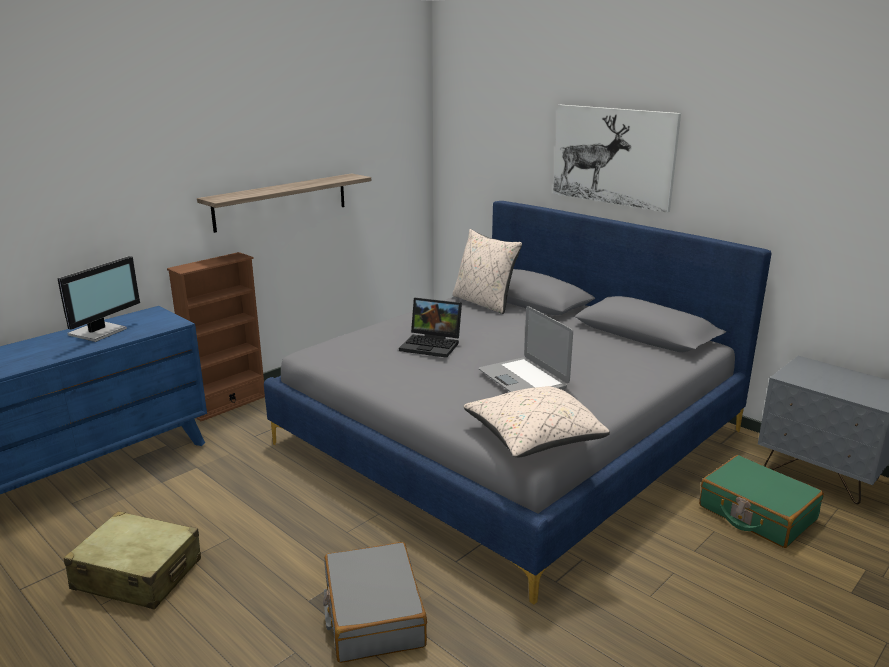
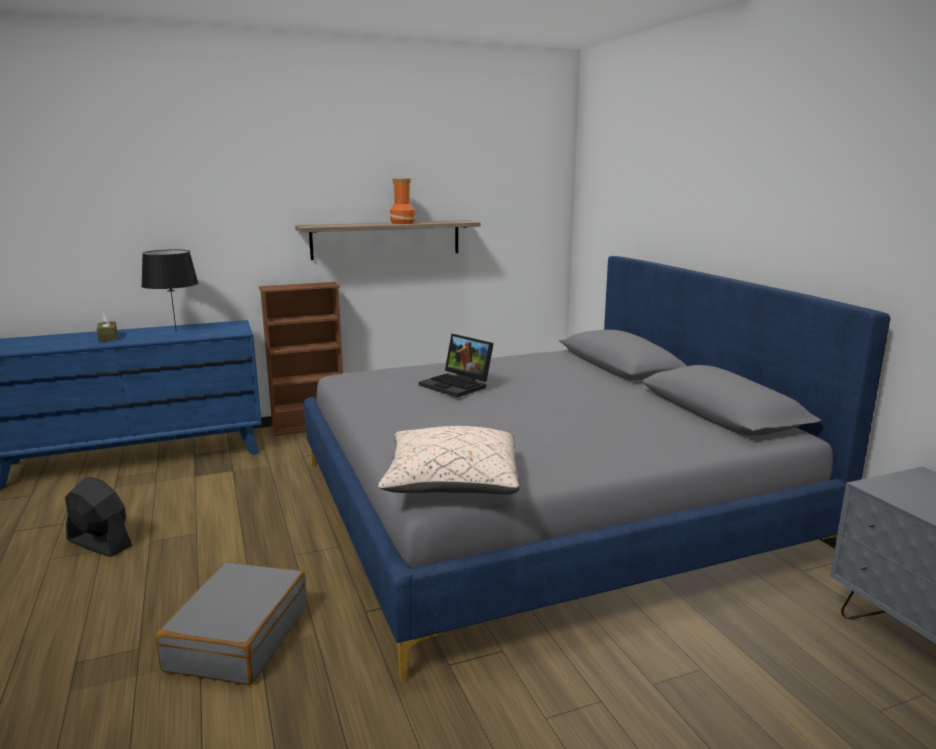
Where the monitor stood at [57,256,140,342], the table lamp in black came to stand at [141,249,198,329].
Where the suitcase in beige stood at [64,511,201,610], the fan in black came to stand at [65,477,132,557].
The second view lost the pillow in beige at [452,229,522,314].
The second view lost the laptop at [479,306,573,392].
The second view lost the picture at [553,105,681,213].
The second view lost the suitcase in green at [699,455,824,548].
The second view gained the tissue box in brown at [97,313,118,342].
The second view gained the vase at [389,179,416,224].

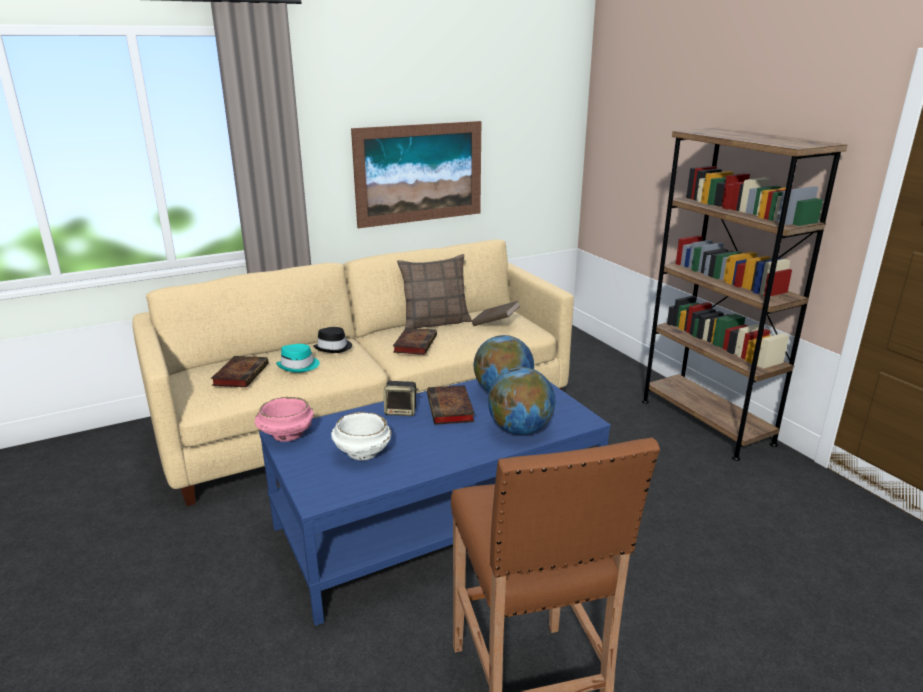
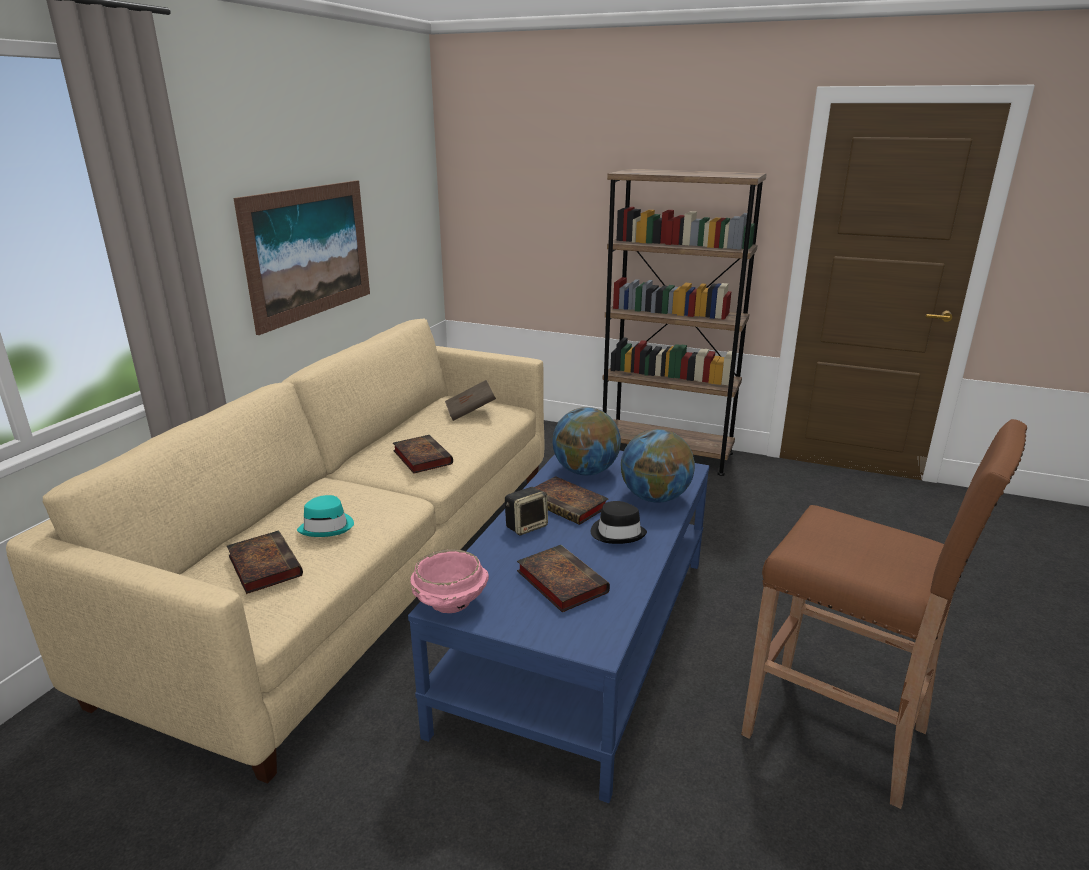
The hat in black ended up elsewhere, having gone from [313,327,352,353] to [591,501,647,544].
Where the bowl in white stood at [331,412,392,460], the book came to stand at [517,545,610,612].
The second view lost the pillow at [397,254,472,328].

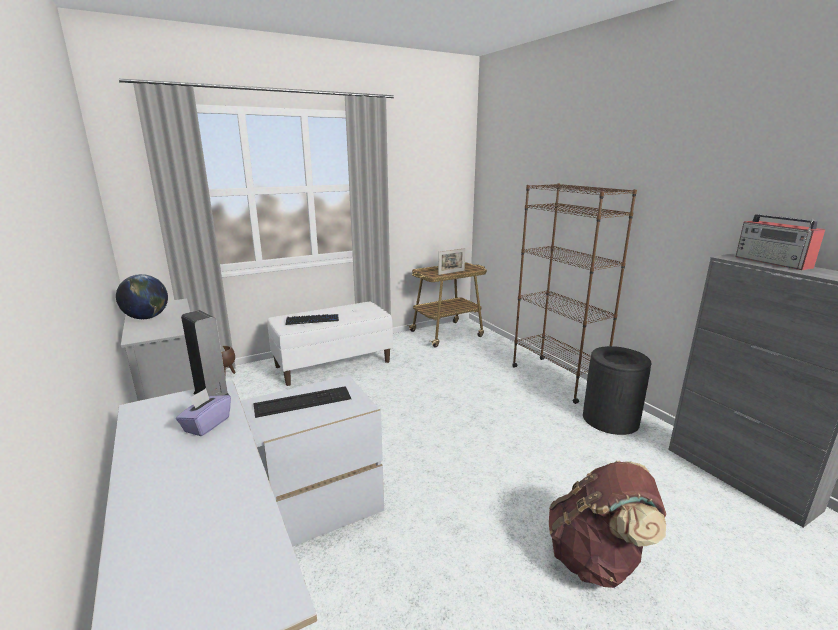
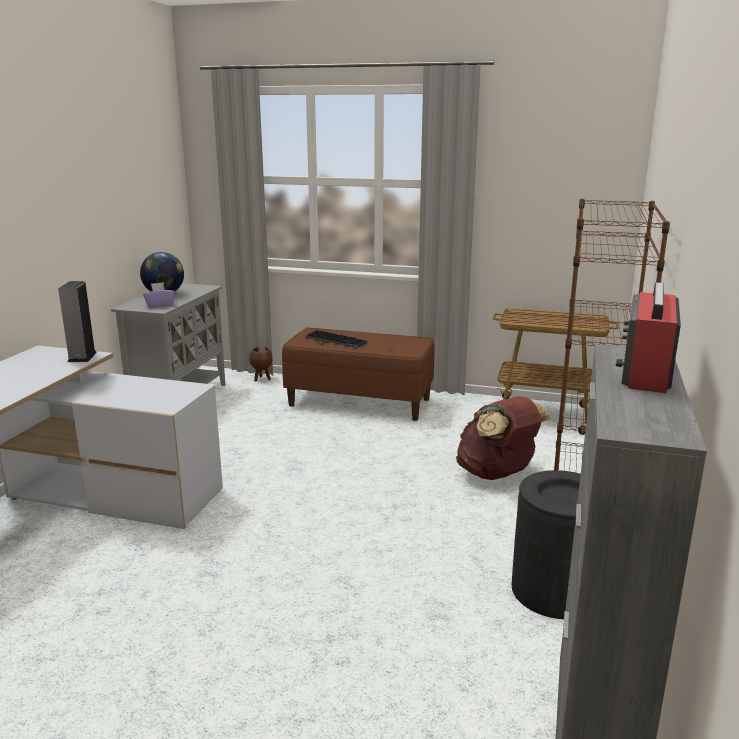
The tissue box in purple ended up elsewhere, having gone from [176,388,231,436] to [143,282,175,308].
The second view lost the keyboard at [253,386,351,418].
What was the bench in white at [267,301,393,386] turned into the bench in brown at [282,328,435,421].
The second view lost the picture frame at [438,248,465,275].
The backpack in brown ended up elsewhere, having gone from [549,461,666,588] to [456,396,552,480].

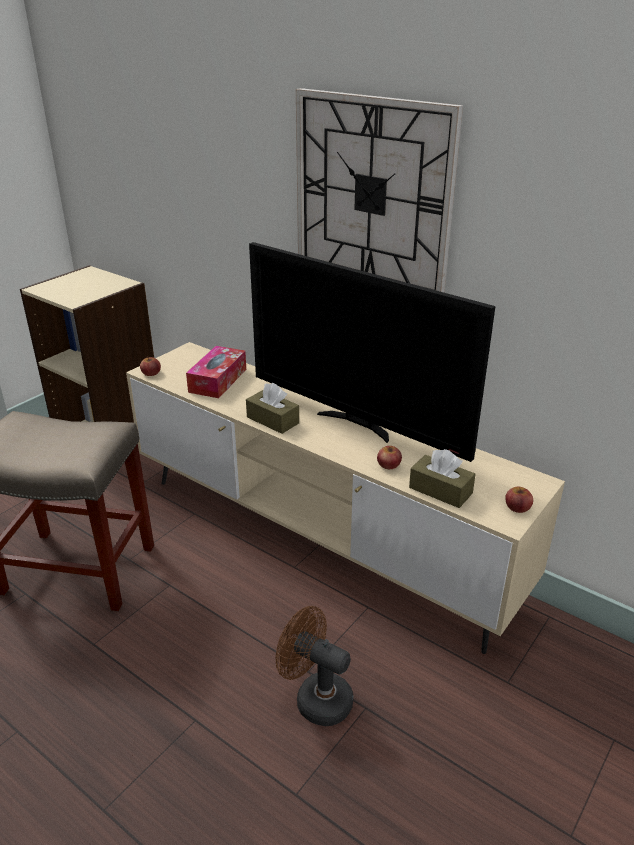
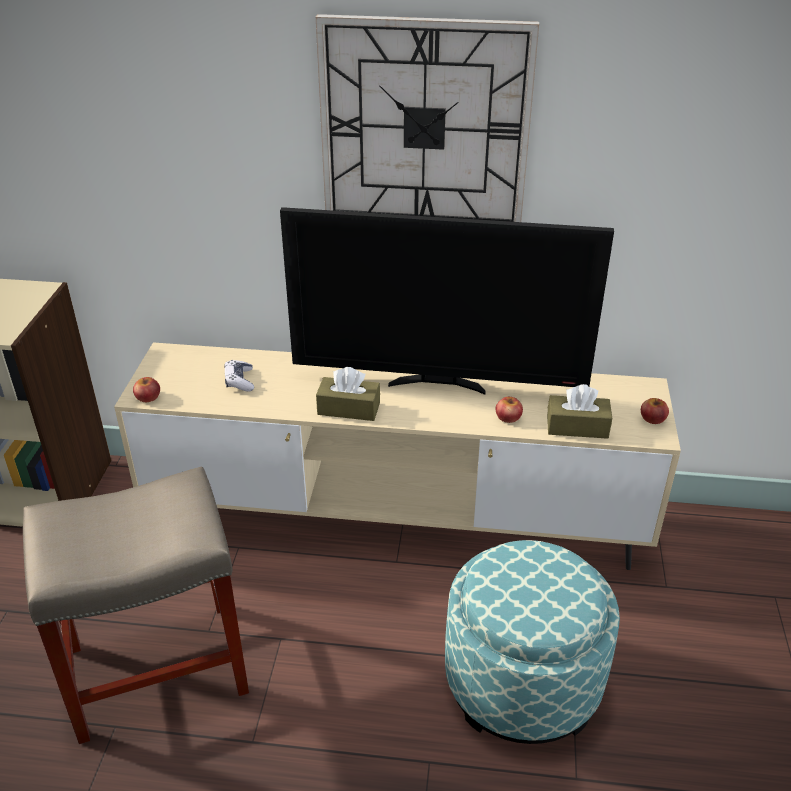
Where the tissue box stood at [186,346,246,398], the game controller came to stand at [224,360,254,392].
Where the fan in brown stood at [275,606,353,726], the ottoman came to stand at [445,540,620,744].

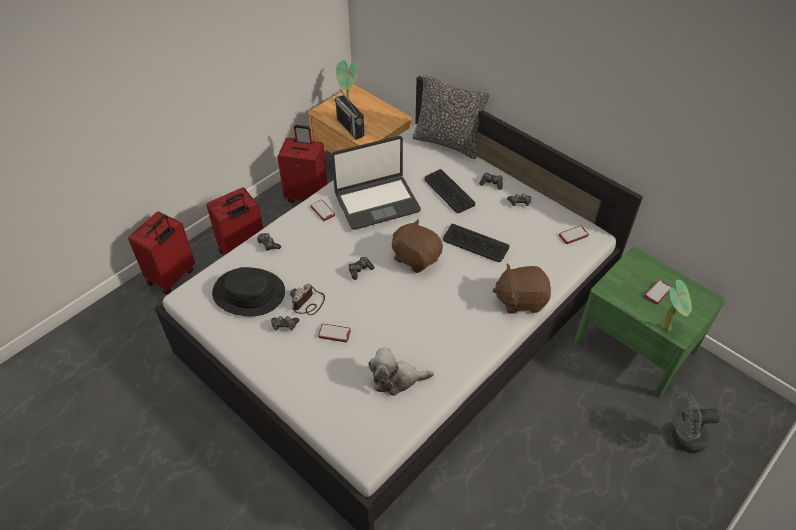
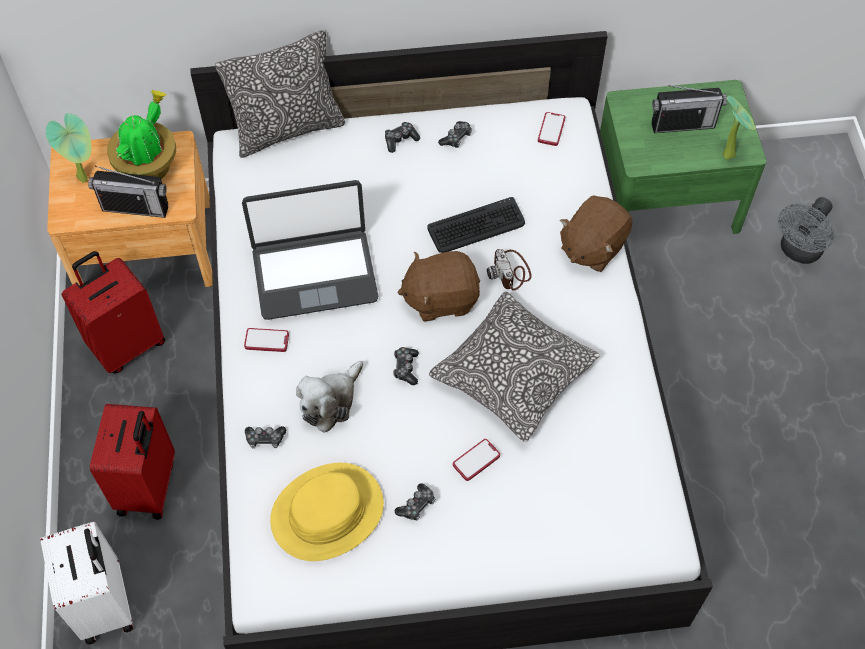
What was the suitcase in red at [128,211,195,295] turned into the suitcase in white at [41,521,133,644].
What was the hat in black at [212,267,285,316] turned into the hat in yellow at [270,463,384,561].
The photo camera ended up elsewhere, having gone from [290,284,325,315] to [487,249,532,291].
The laptop at [331,136,421,230] ended up facing another way, 60 degrees clockwise from before.
The plush toy ended up elsewhere, having gone from [368,348,434,396] to [296,361,363,433].
The second view lost the keyboard at [424,169,475,213].
Where the phone stood at [644,280,671,304], the radio came to stand at [652,85,727,133].
The second view gained the potted plant at [107,90,176,179].
The second view gained the pillow at [429,291,600,442].

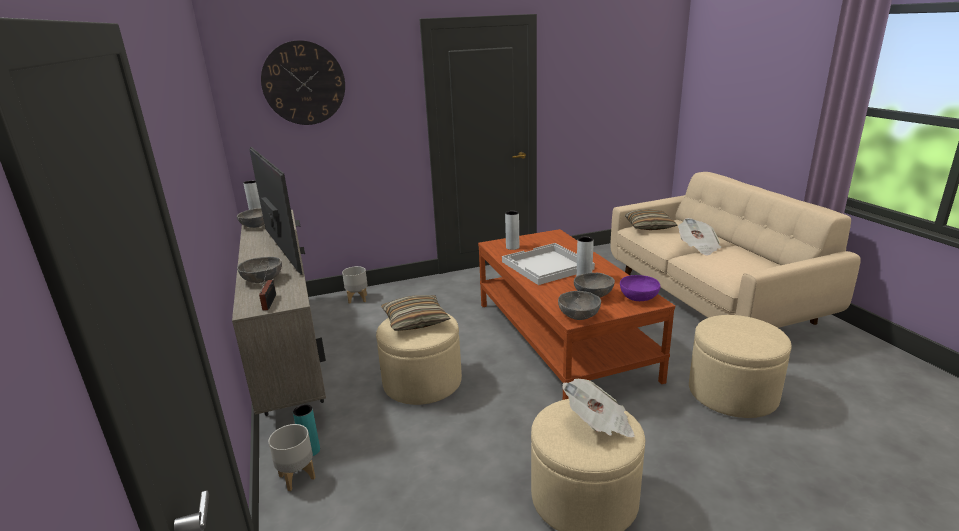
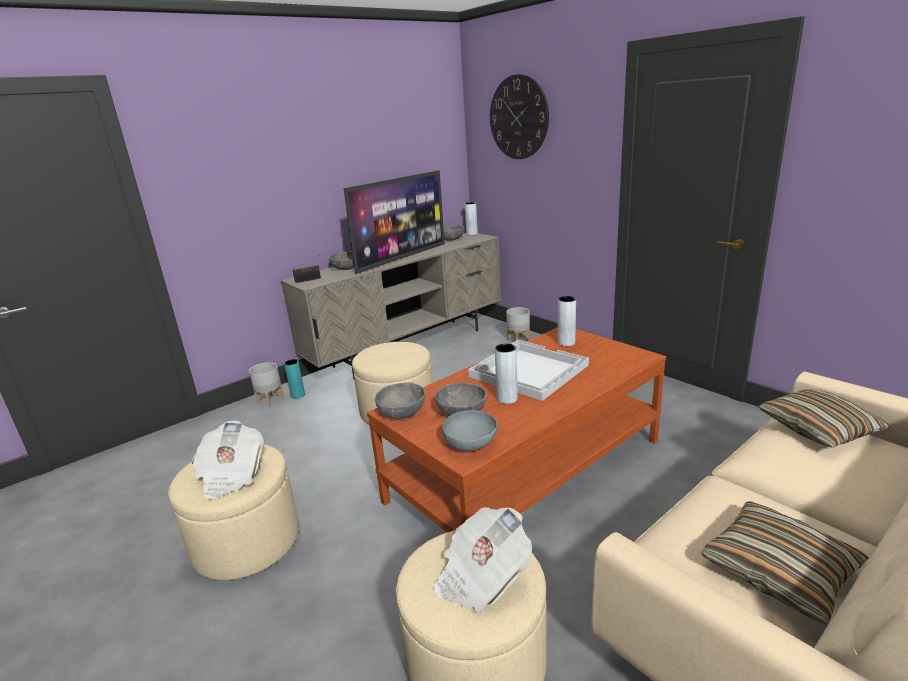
The pillow ended up elsewhere, having gone from [381,295,451,331] to [701,501,869,626].
What was the bowl in purple at [620,275,661,301] turned into the bowl in grey at [442,410,498,452].
The newspaper ended up elsewhere, having gone from [678,218,721,256] to [433,507,532,614].

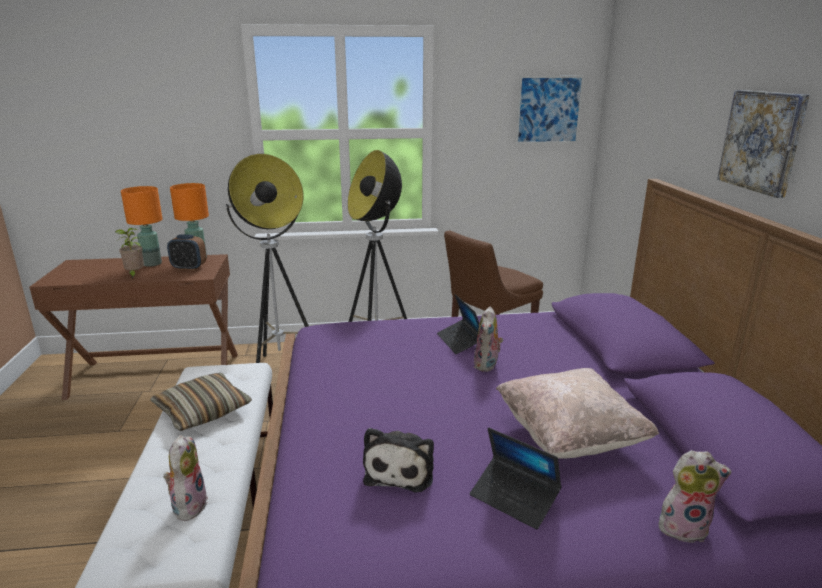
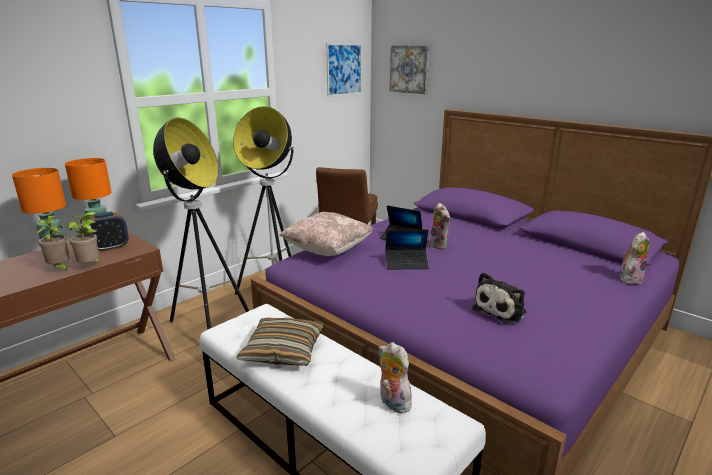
The plush toy at [363,428,434,493] ended up facing another way, 75 degrees clockwise from before.
The laptop ended up elsewhere, having gone from [470,428,562,529] to [385,230,429,270].
The pillow in beige ended up elsewhere, having gone from [496,368,659,459] to [279,212,373,256].
The picture ended up elsewhere, having gone from [717,90,810,198] to [390,46,429,94].
The second view gained the potted plant at [67,212,102,263].

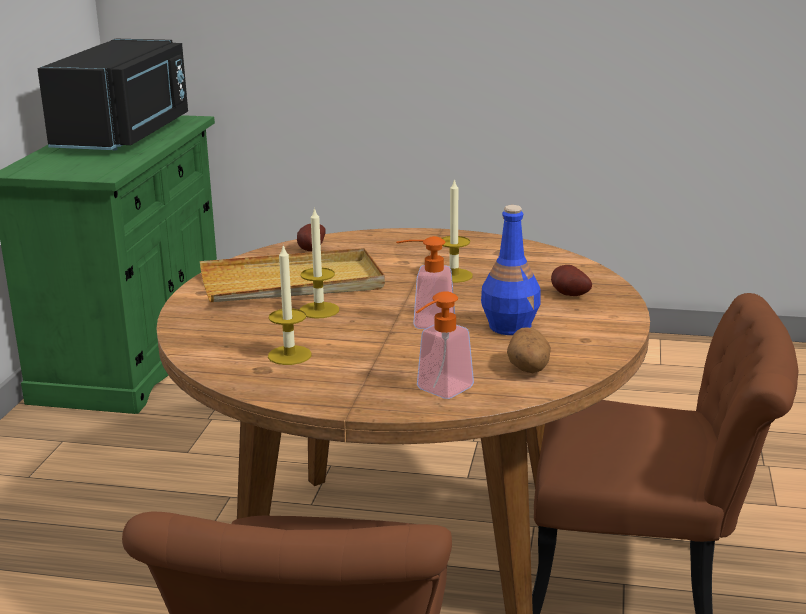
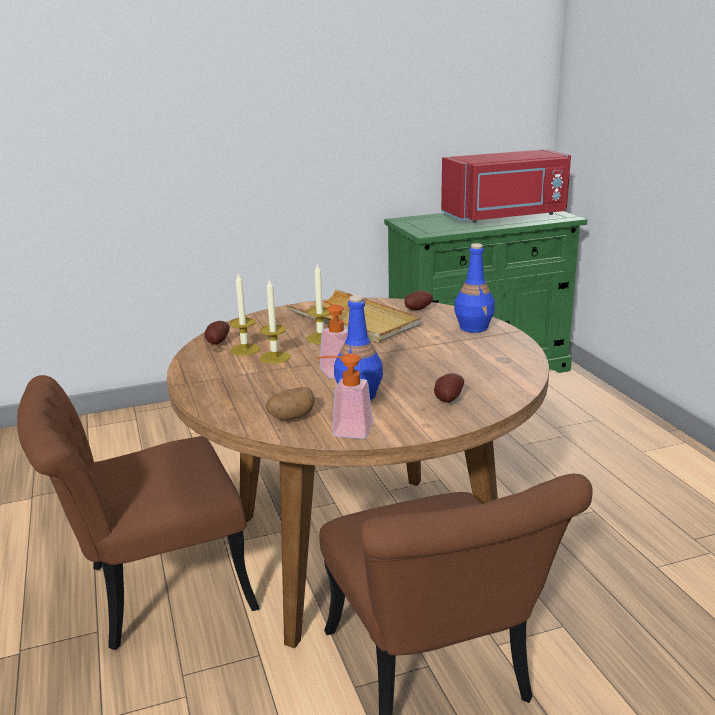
What was the microwave in black at [38,39,188,150] turned into the microwave in red at [441,149,571,223].
The soap dispenser ended up elsewhere, having gone from [416,291,474,399] to [317,353,373,439].
The candle ended up elsewhere, having gone from [442,178,473,283] to [260,278,290,364].
The second view gained the potato at [204,321,230,345].
The second view gained the bottle in blue at [454,243,495,333].

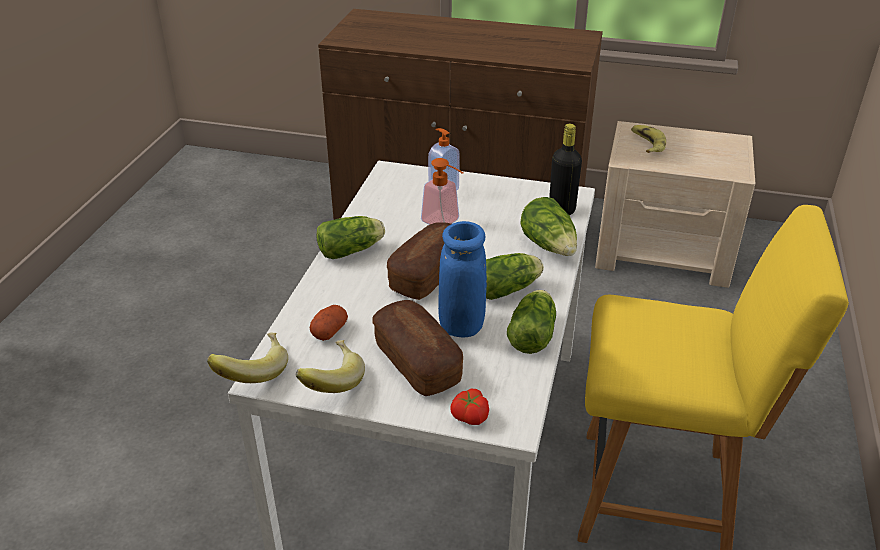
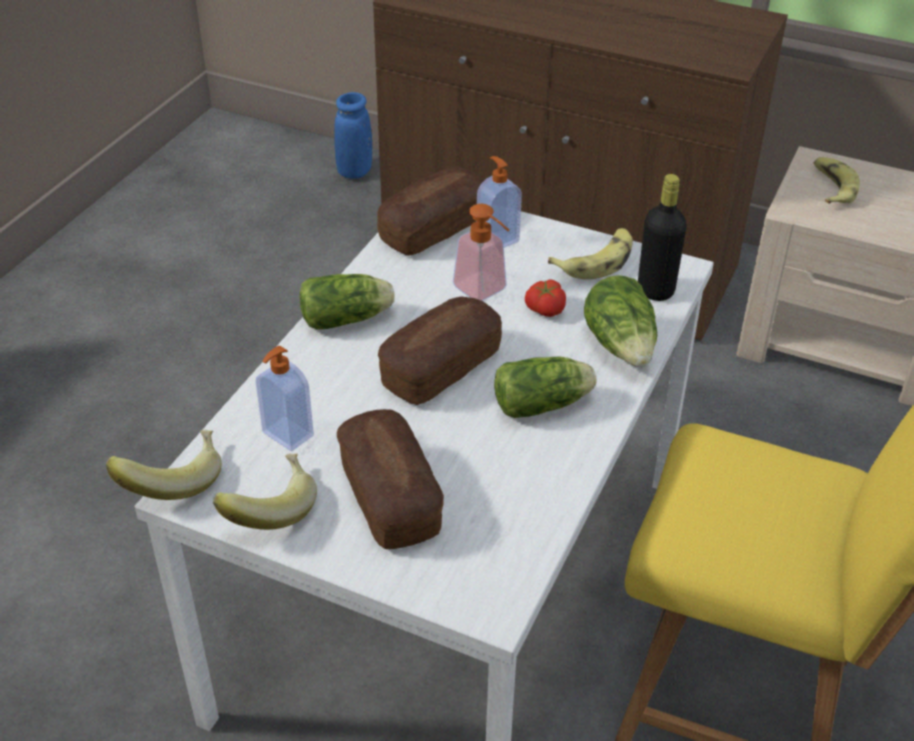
Where the potato stood at [310,305,348,341], the soap dispenser came to stand at [256,346,314,451].
The vase in blue ended up elsewhere, having gone from [438,221,487,337] to [334,92,372,179].
The tomato ended up elsewhere, having gone from [451,389,489,425] to [525,279,566,317].
The second view lost the lettuce at [507,290,556,354].
The second view gained the bread at [377,167,484,256].
The second view gained the banana at [548,228,633,279].

